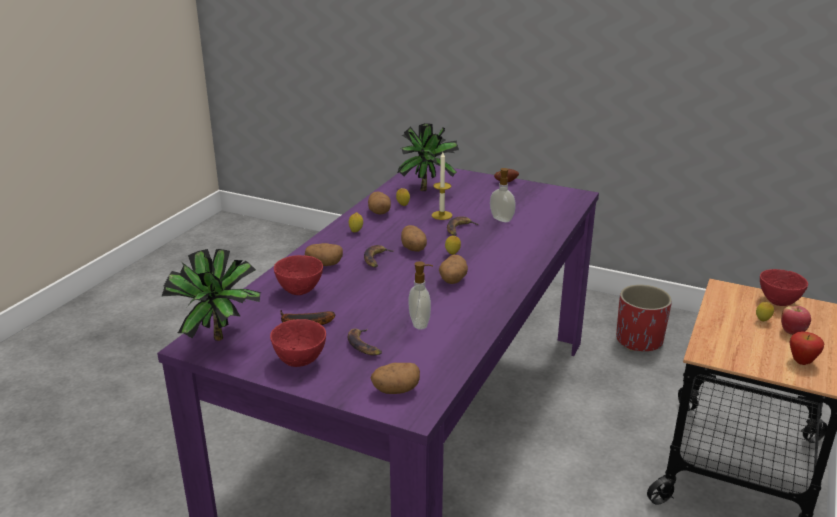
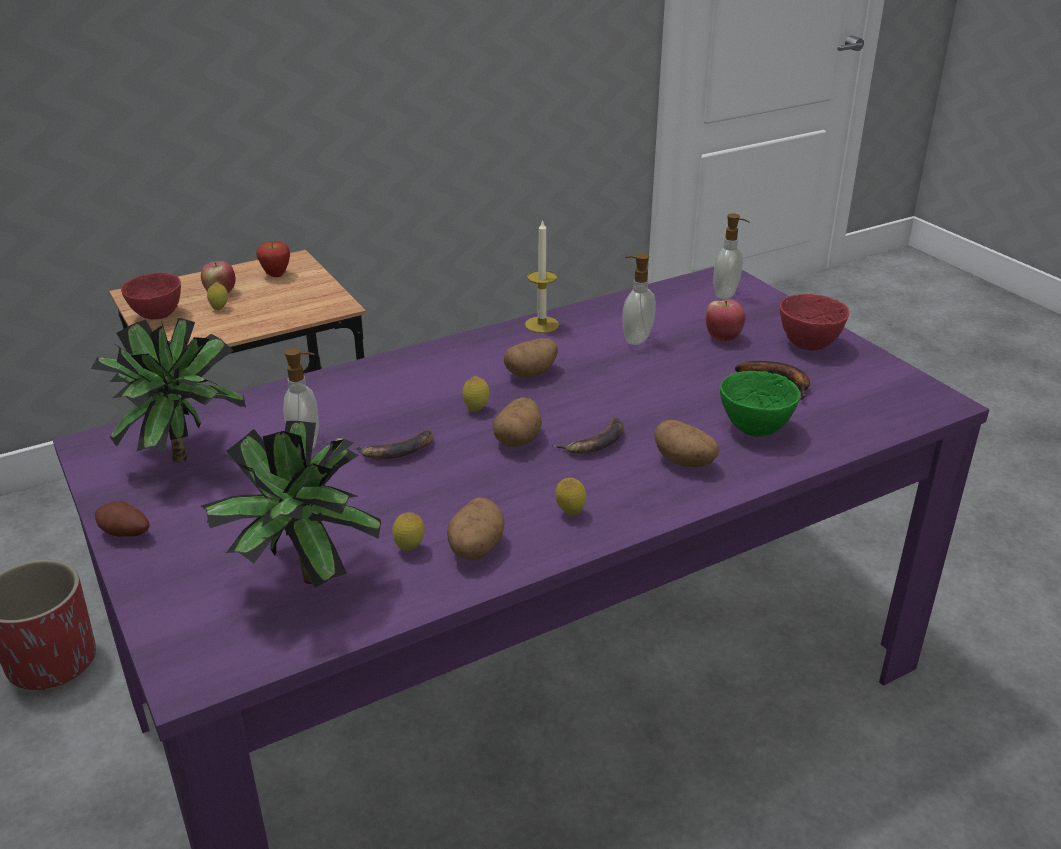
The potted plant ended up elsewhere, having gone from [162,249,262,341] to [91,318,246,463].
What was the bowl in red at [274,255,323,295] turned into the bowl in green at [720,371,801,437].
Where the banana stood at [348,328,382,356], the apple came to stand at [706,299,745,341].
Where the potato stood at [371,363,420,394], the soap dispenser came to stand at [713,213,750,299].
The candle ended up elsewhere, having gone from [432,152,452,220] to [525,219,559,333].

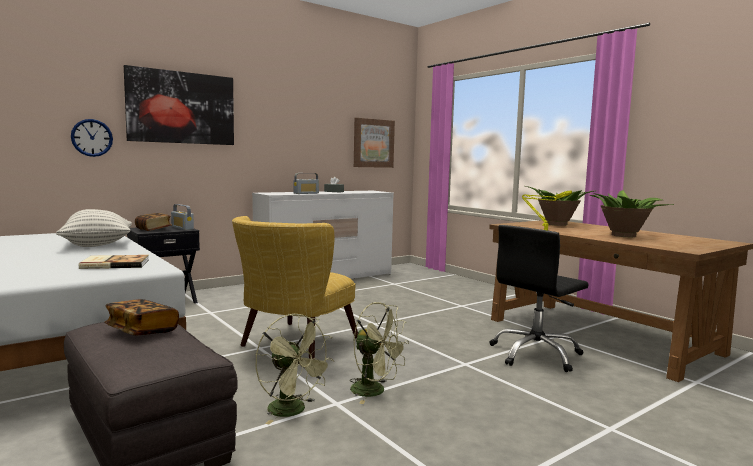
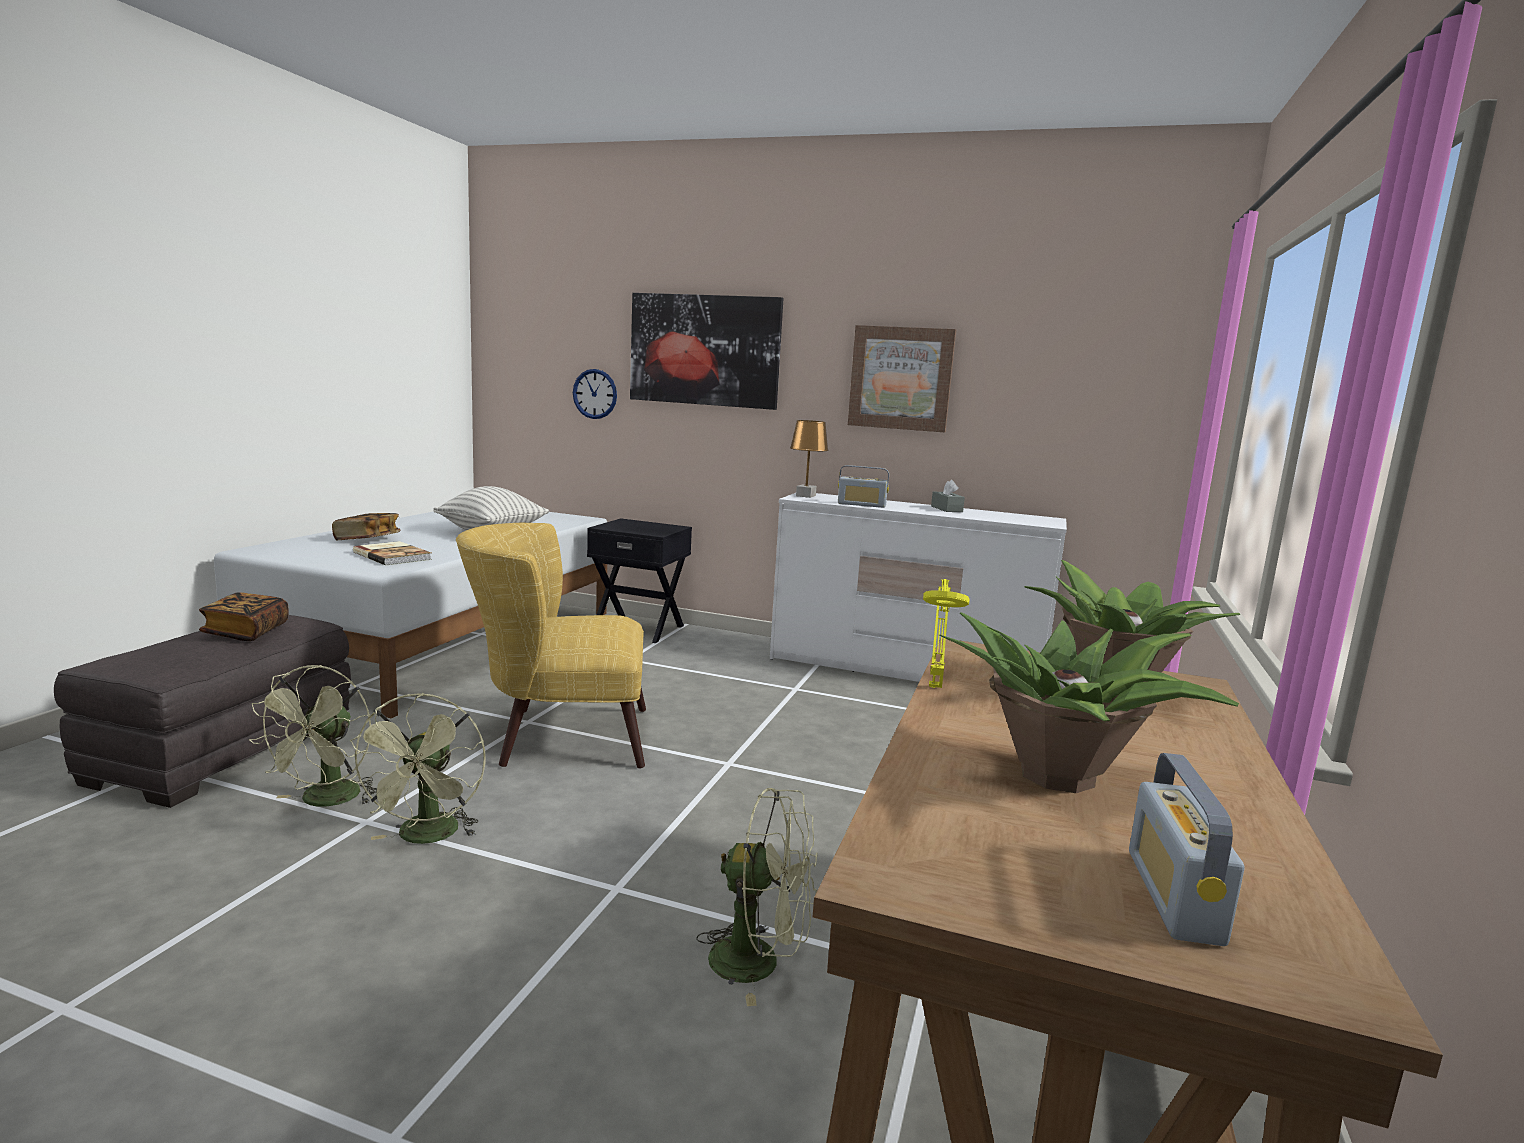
The book ended up elsewhere, having gone from [135,213,172,231] to [332,513,401,540].
The radio ended up elsewhere, having gone from [171,204,194,230] to [1129,753,1245,946].
The picture ended up elsewhere, having gone from [354,118,395,168] to [848,325,956,432].
Where the office chair in black stood at [490,225,589,372], the fan in green came to stand at [696,788,818,1006].
The second view gained the table lamp in brown at [790,420,828,498].

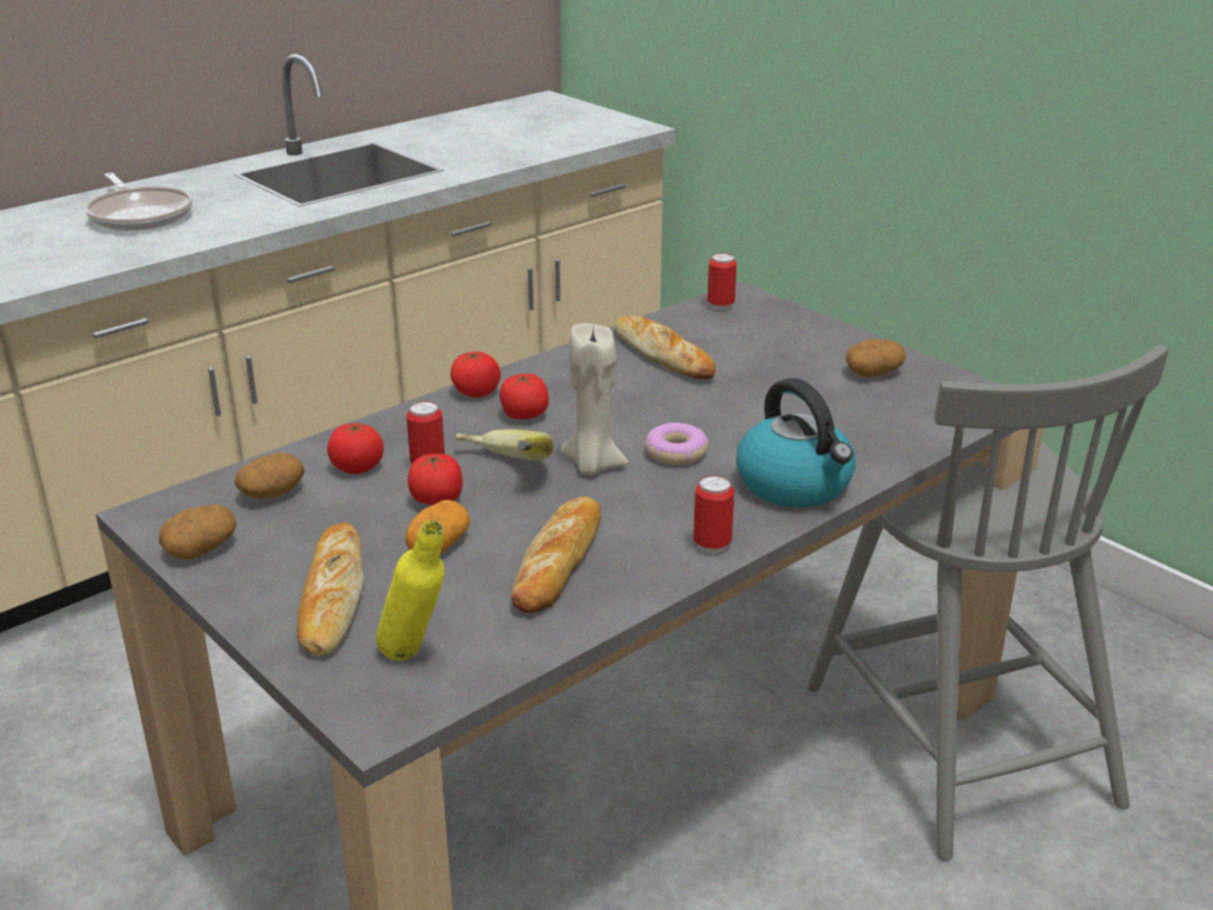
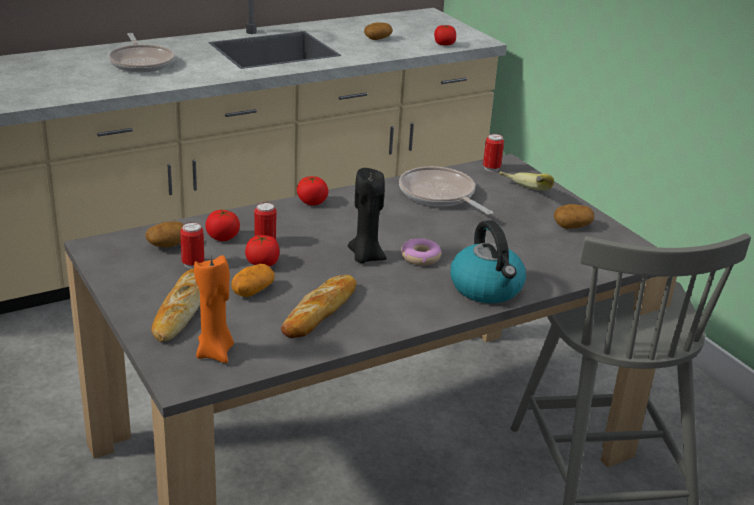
The potato ended up elsewhere, having gone from [159,505,236,560] to [364,22,393,40].
Where the bottle in yellow stood at [376,520,445,661], the candle in orange came to stand at [194,255,234,363].
The banana ended up elsewhere, having gone from [455,429,553,461] to [499,171,554,191].
The tomato ended up elsewhere, having gone from [500,374,549,419] to [434,25,456,45].
What was the candle in beige at [560,323,629,475] turned into the candle in black at [348,168,387,263].
Where the bread stood at [615,316,716,380], the frying pan came to stand at [399,166,493,215].
The can ended up elsewhere, having gone from [693,475,734,554] to [180,222,204,268].

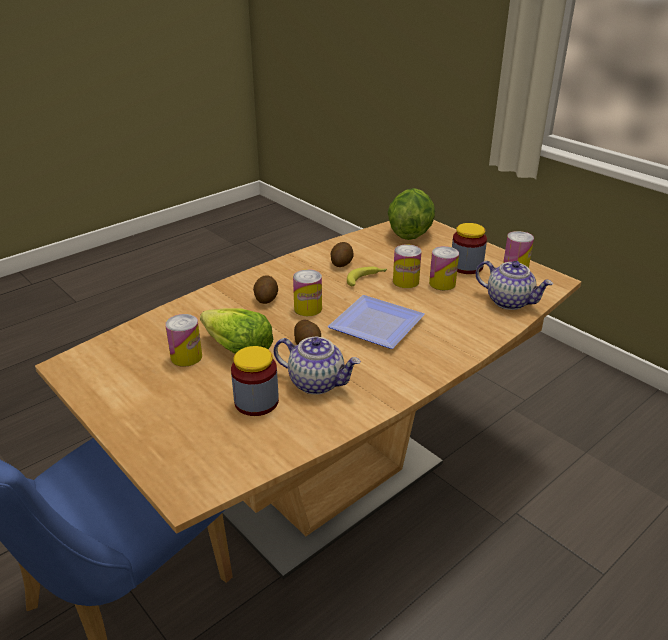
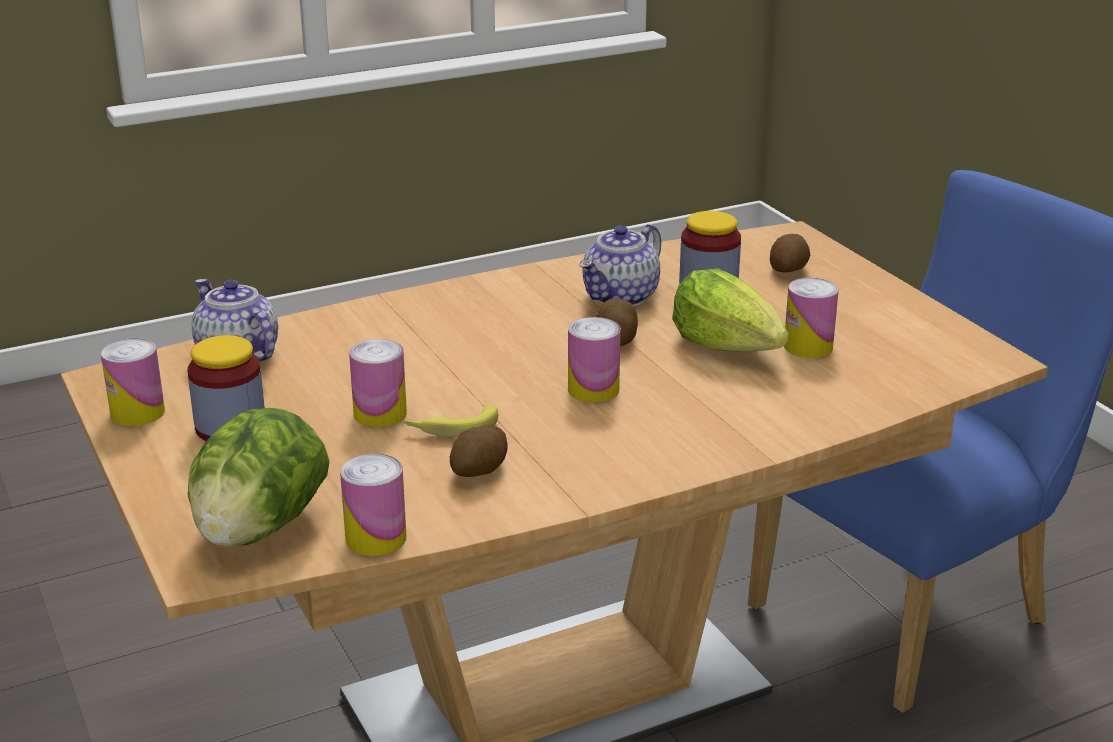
The potato ended up elsewhere, having gone from [253,275,278,304] to [770,234,810,272].
The teapot at [274,337,361,395] ended up facing another way, 90 degrees counterclockwise from before.
The second view lost the plate at [328,295,425,349].
The can ended up elsewhere, having gone from [429,246,459,290] to [340,454,406,556].

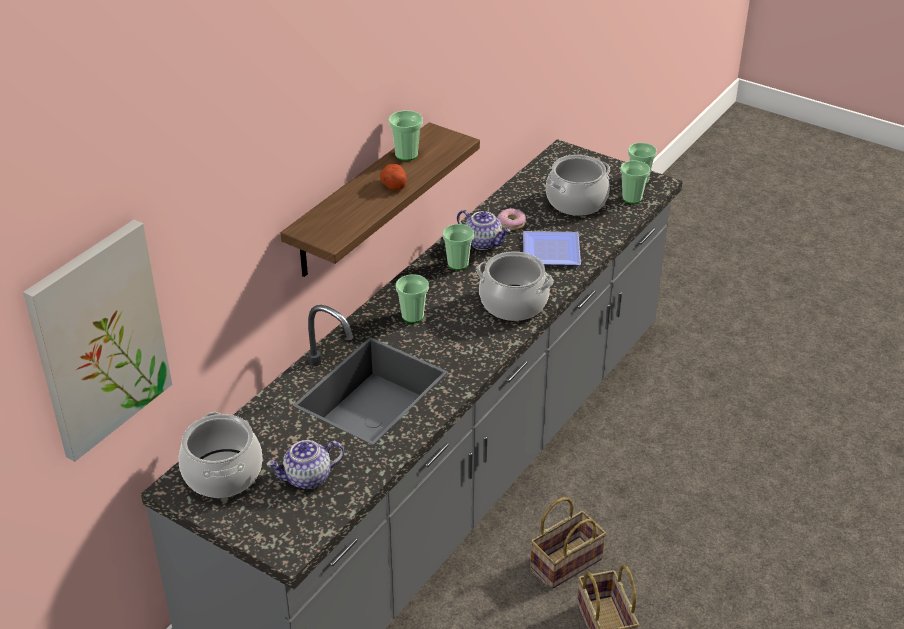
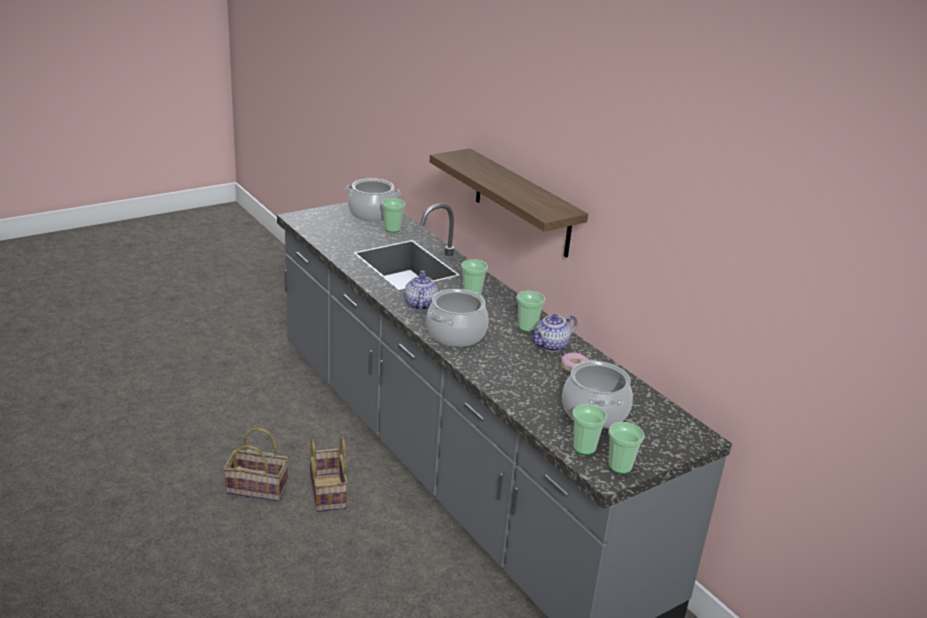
The second view lost the picture at [23,220,172,462].
The teapot ended up elsewhere, having gone from [266,440,344,489] to [404,271,438,310].
The second view lost the potato at [380,164,406,190].
The cup ended up elsewhere, having gone from [389,110,423,161] to [382,198,405,233].
The second view lost the plate at [523,231,581,265].

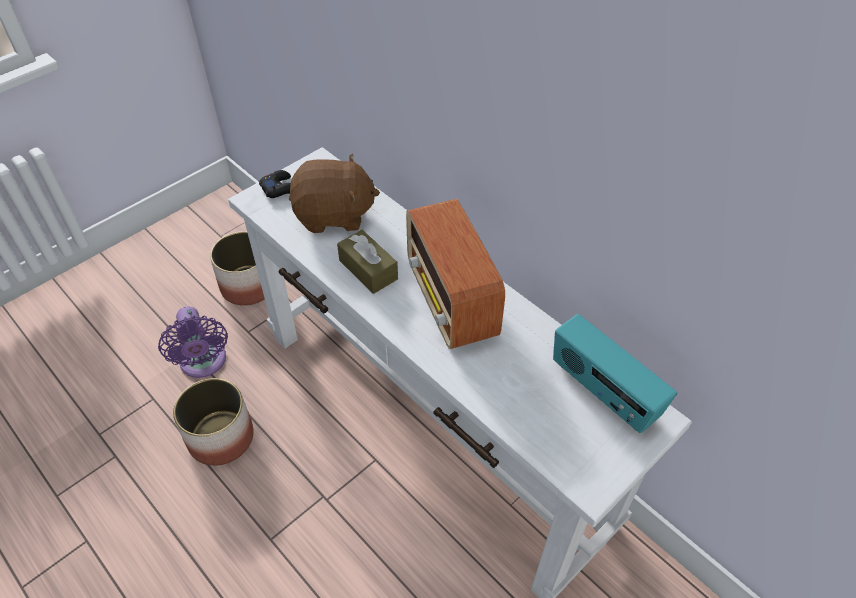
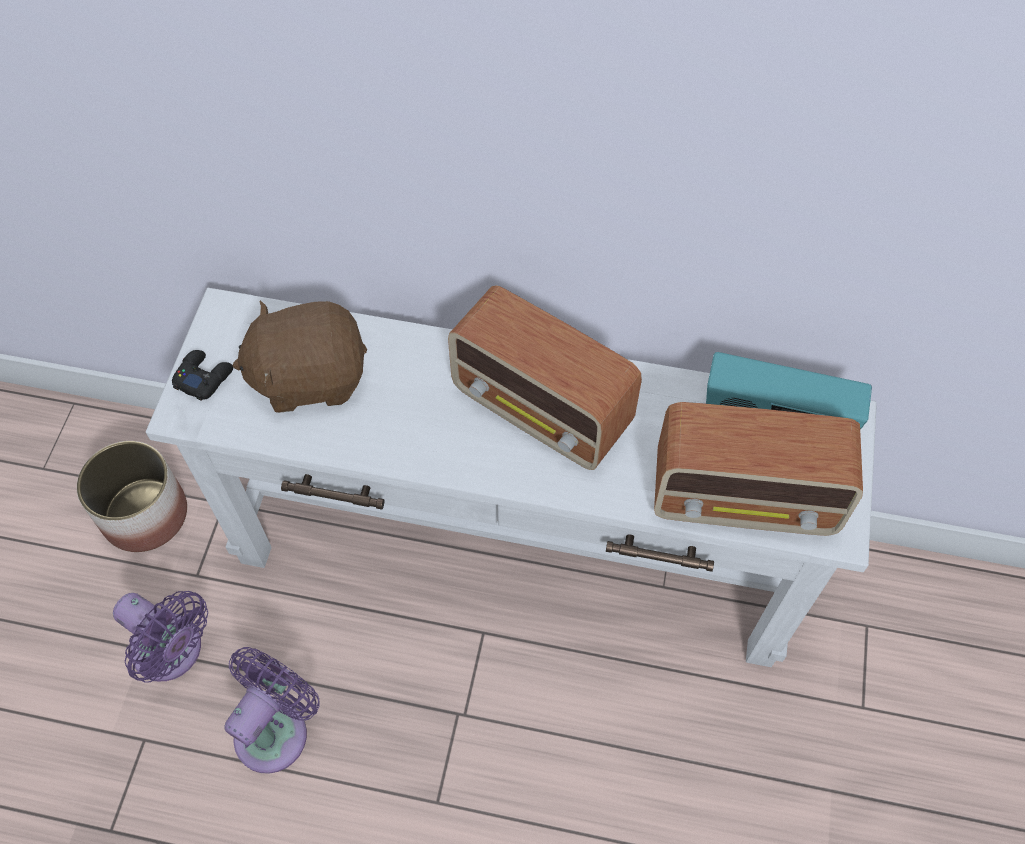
Where the planter stood at [173,378,254,466], the fan in purple came to stand at [224,647,320,774].
The plush toy in brown at [289,153,380,233] ended up facing another way, 150 degrees counterclockwise from before.
The second view lost the tissue box in brown at [337,230,398,294].
The second view gained the radio at [654,402,863,536].

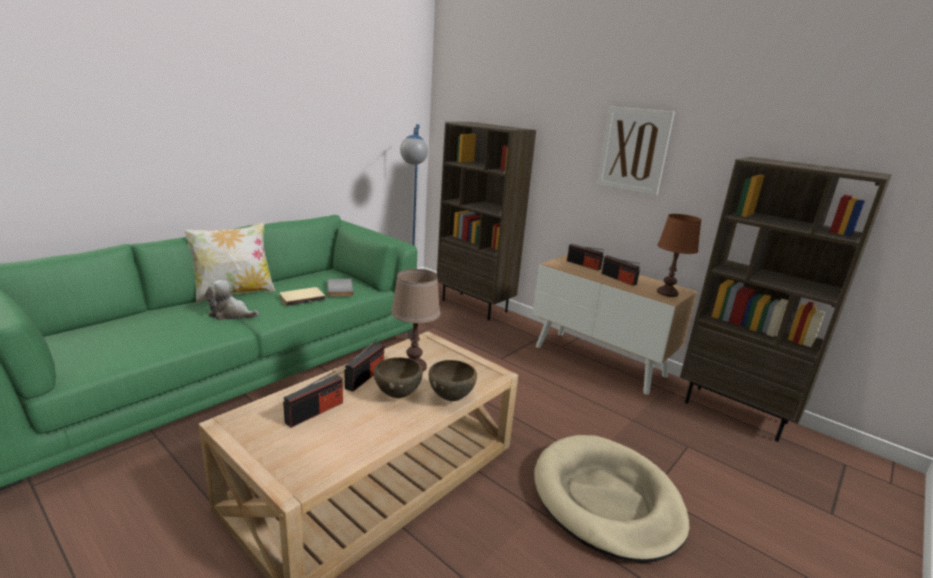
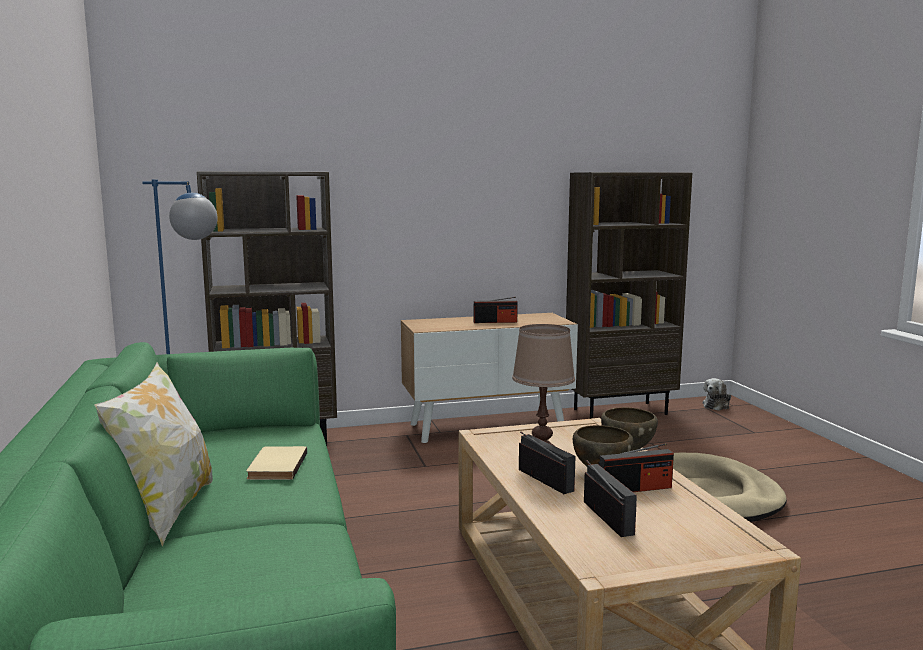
The plush toy ended up elsewhere, having gone from [205,280,259,320] to [703,378,731,411].
The second view lost the book in grey at [327,279,354,297].
The radio ended up elsewhere, having gone from [567,244,604,271] to [598,443,674,492].
The second view lost the picture at [597,106,675,196].
The second view lost the table lamp in brown at [657,214,702,297].

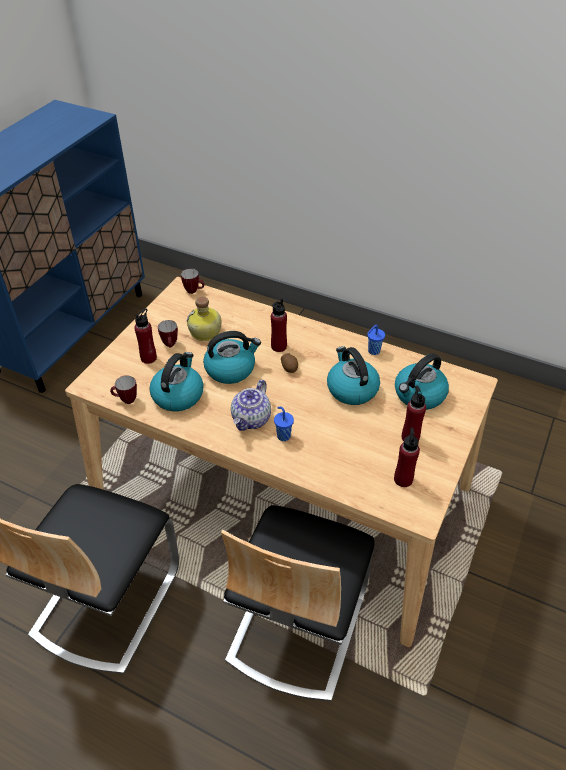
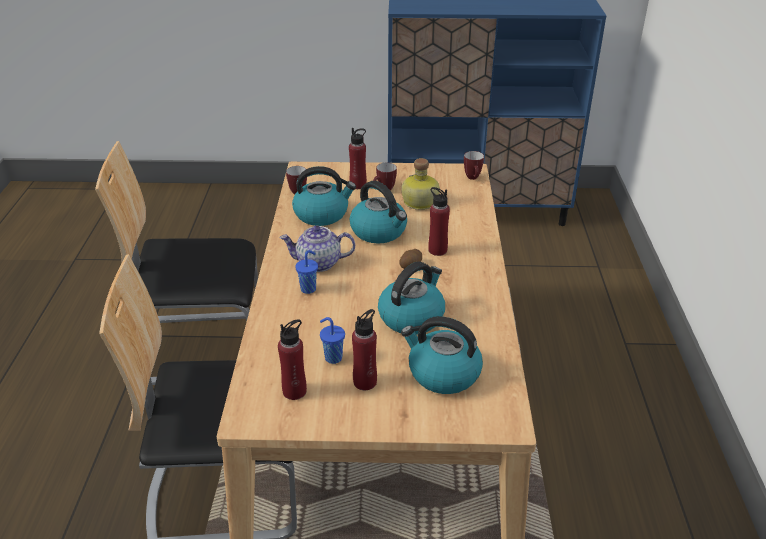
The cup in blue ended up elsewhere, having gone from [367,325,385,355] to [320,317,345,364].

